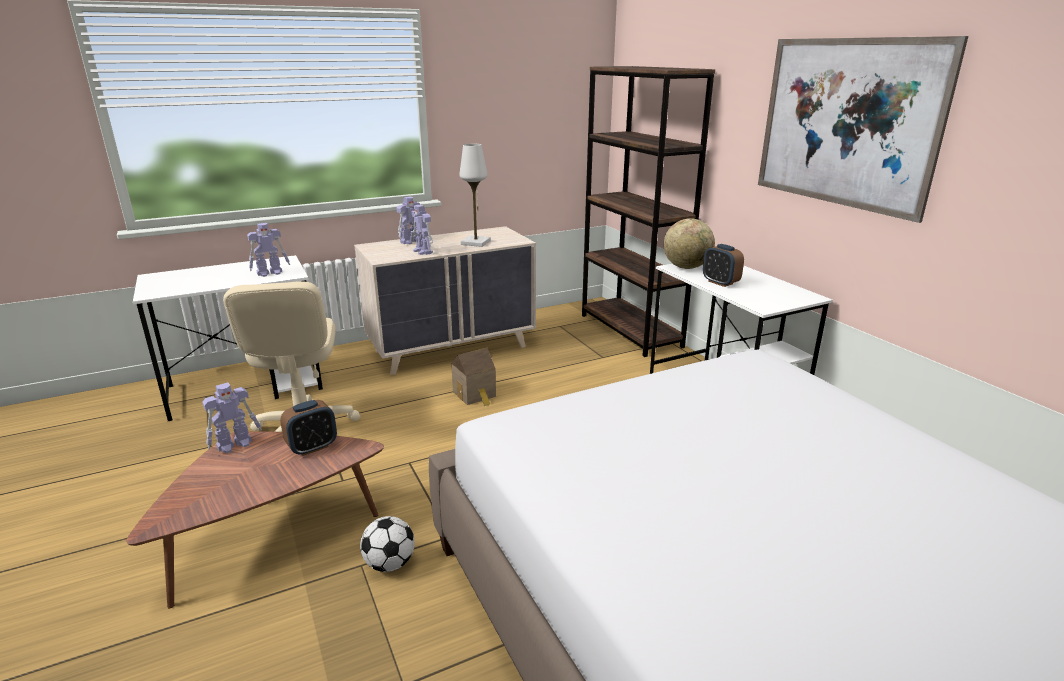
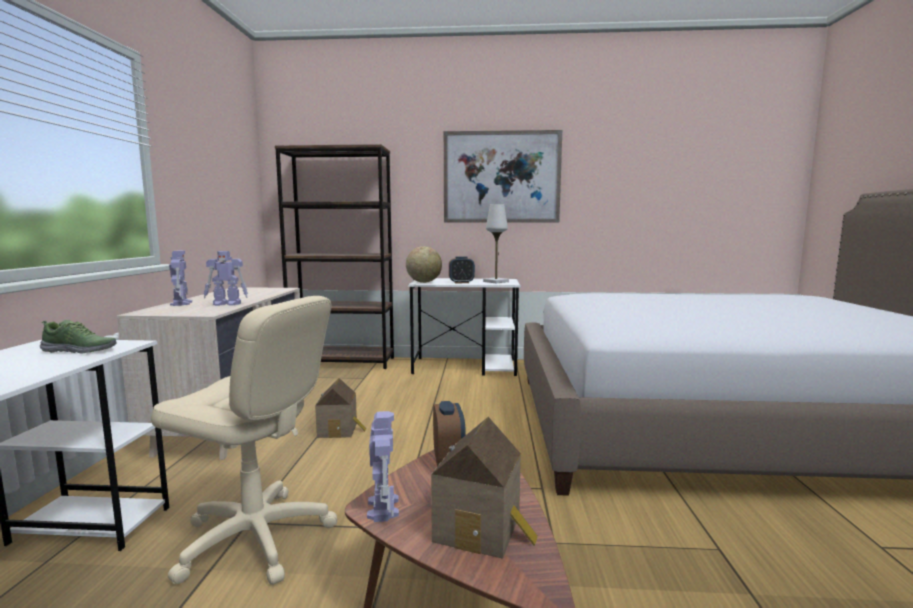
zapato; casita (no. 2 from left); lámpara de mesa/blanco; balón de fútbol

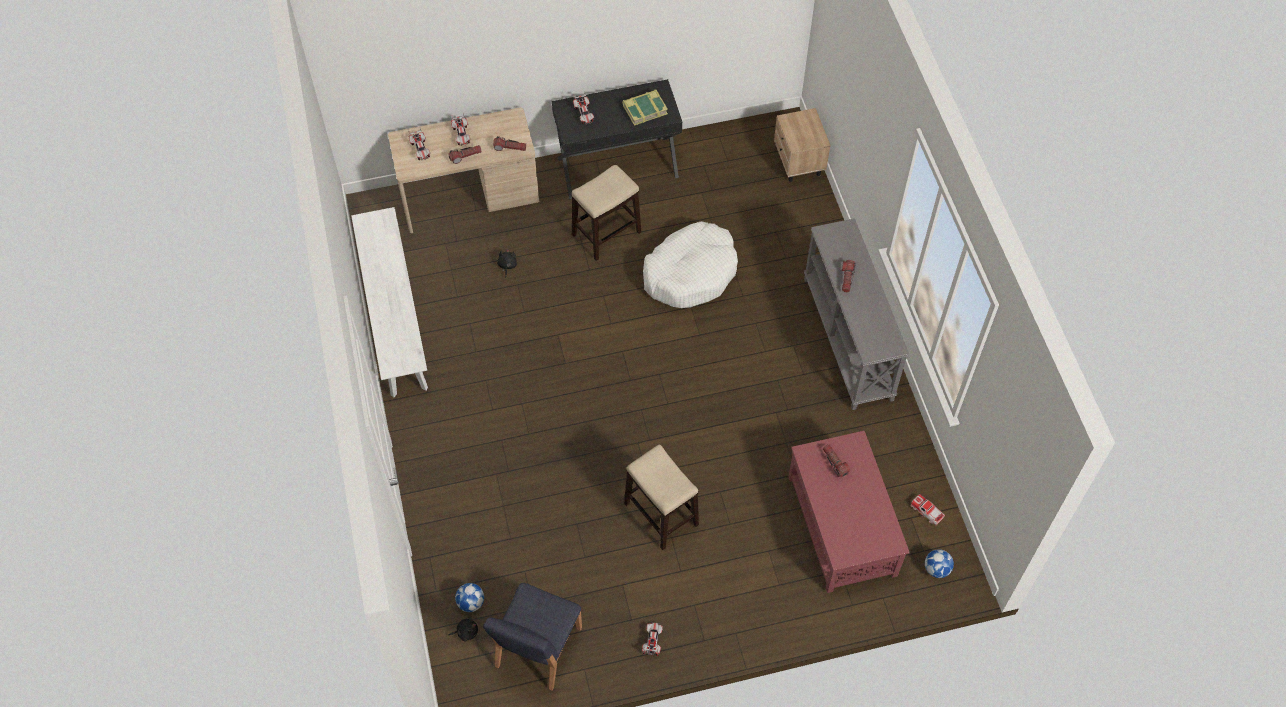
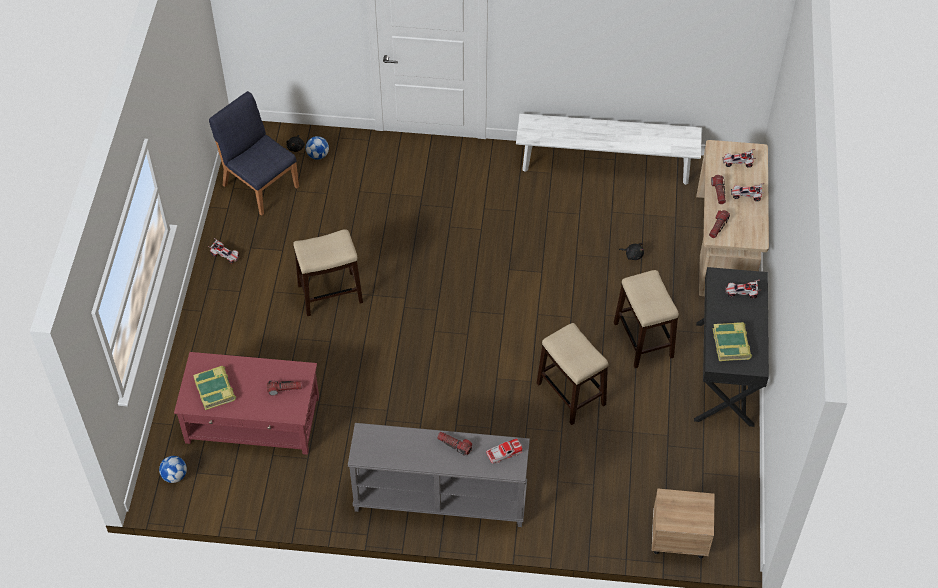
libro (no. 1 from left); coche de juguete (no. 2 from left); taburete (no. 2 from left)

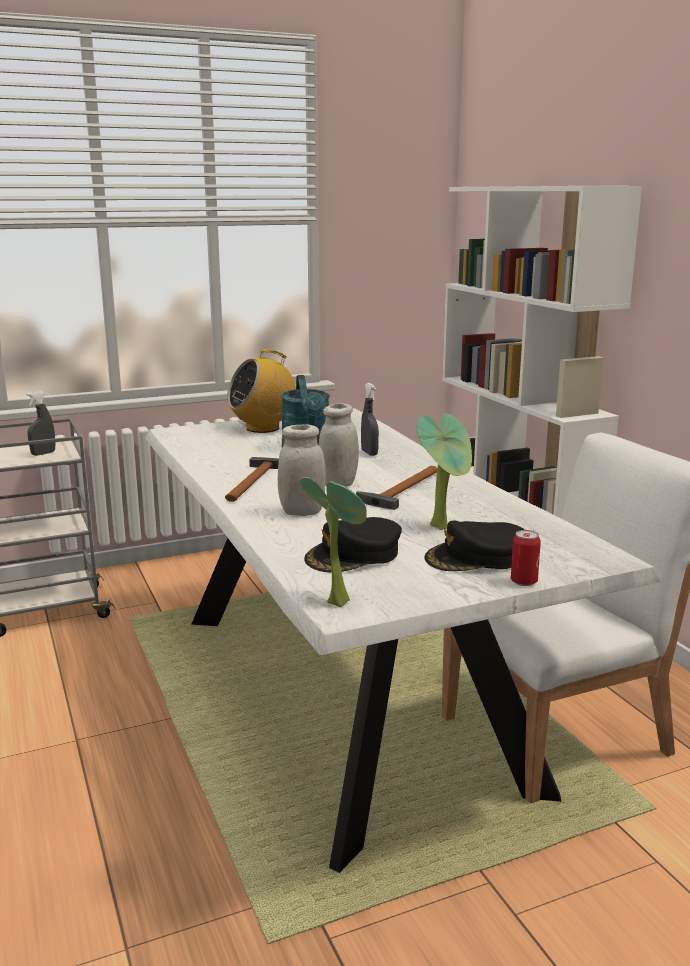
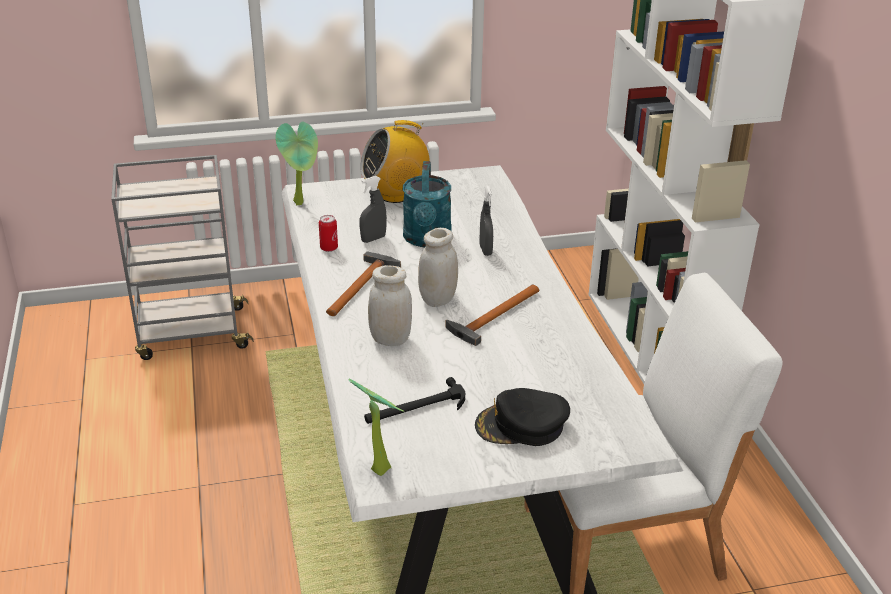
planta en maceta (no. 1 from left); lata; pulverizador/gris (no. 1 from left); martillo (no. 2 from left)

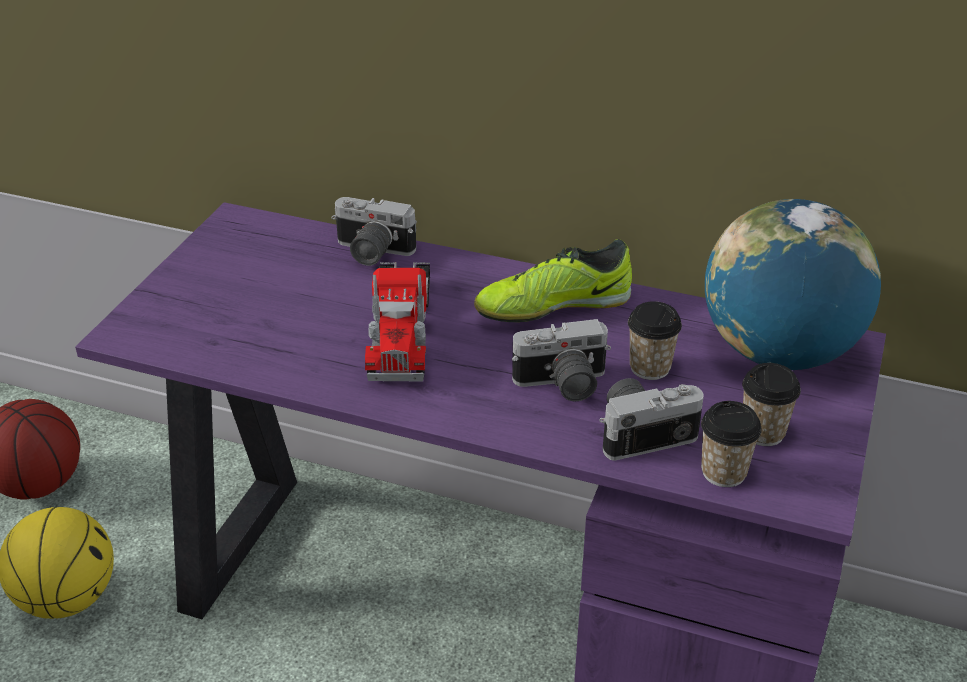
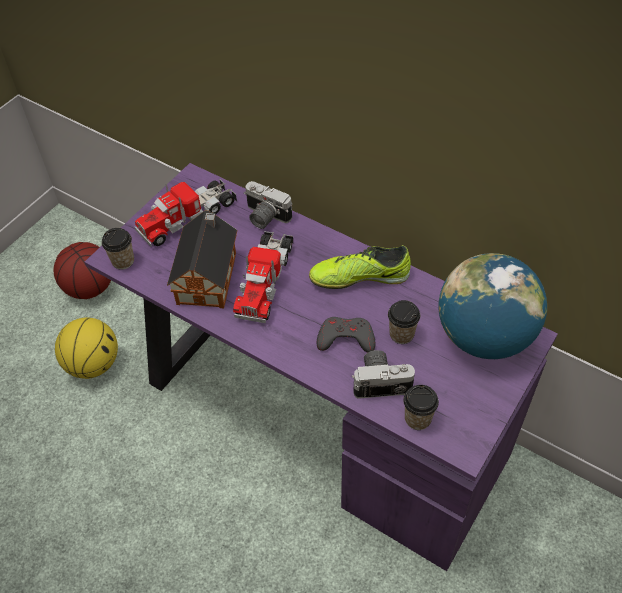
taza (no. 1 from left); camión de juguete (no. 1 from left); casita; mando de consola/gris

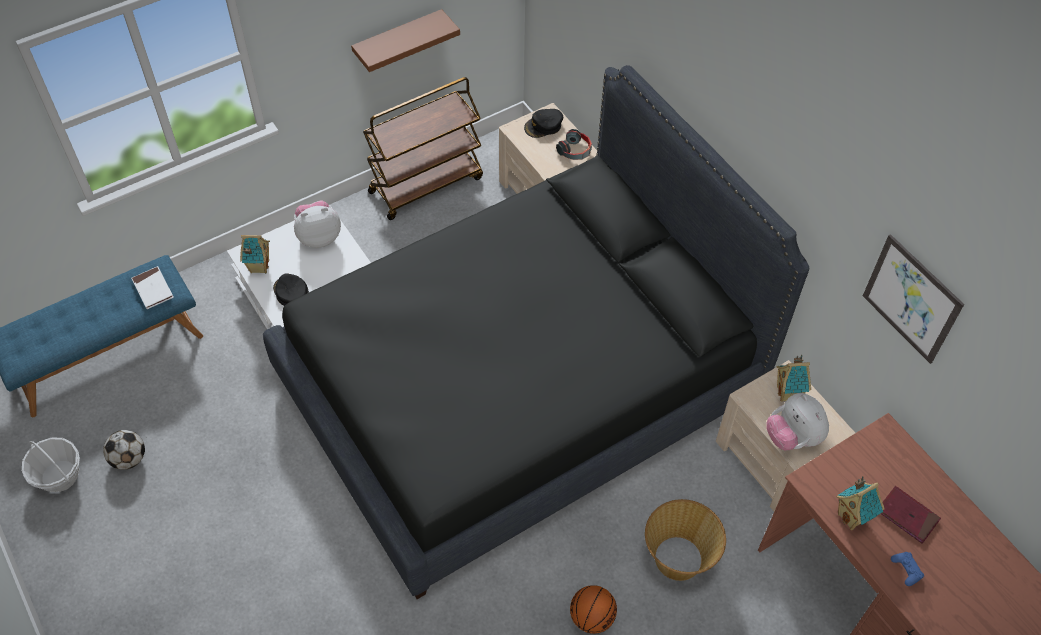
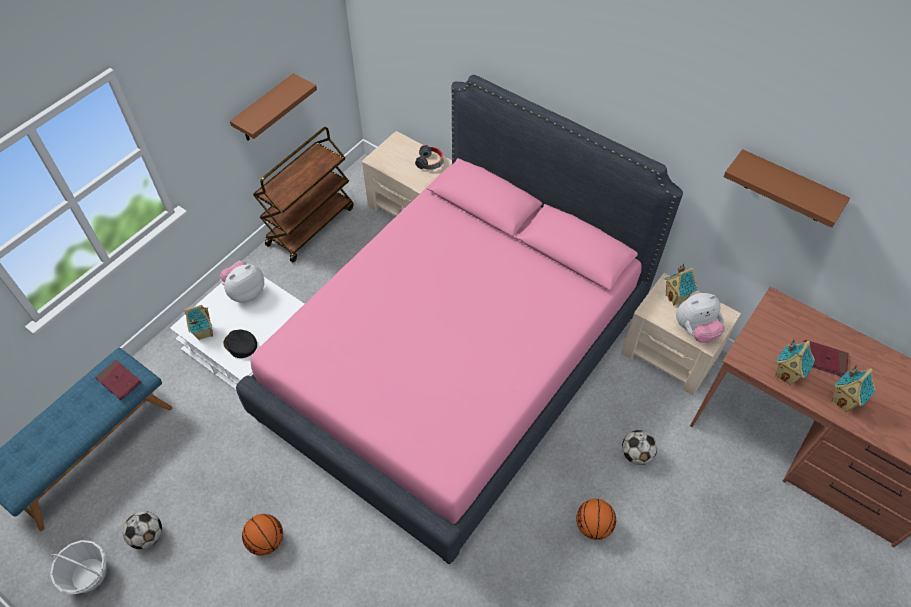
libro/rojo (no. 1 from left); cama/rosa; balón de baloncesto (no. 1 from left); balón de fútbol (no. 2 from left); peluche (no. 2 from left); estante/marrón (no. 2 from left); casita (no. 4 from left); gorra/negro (no. 2 from left in the first image)

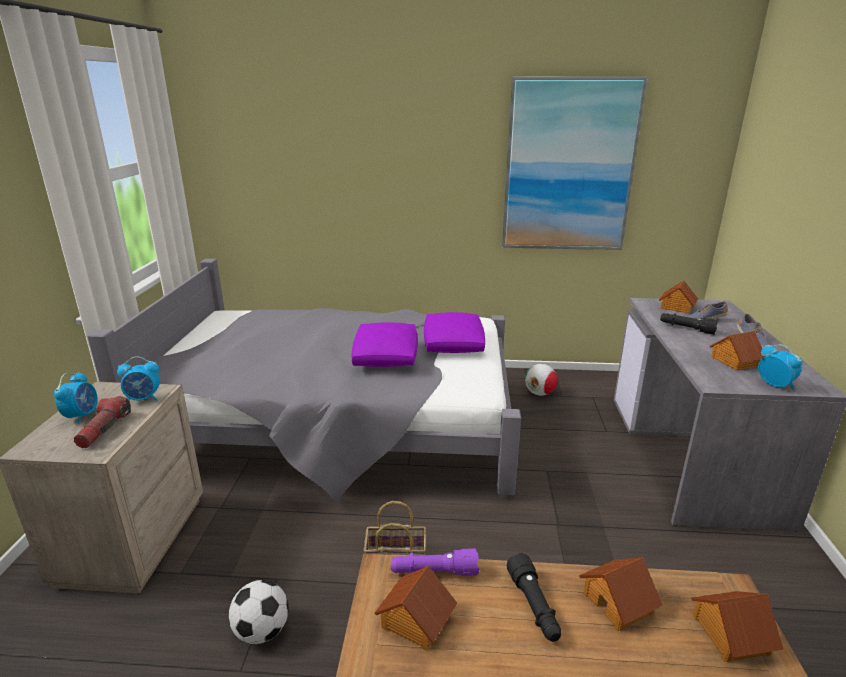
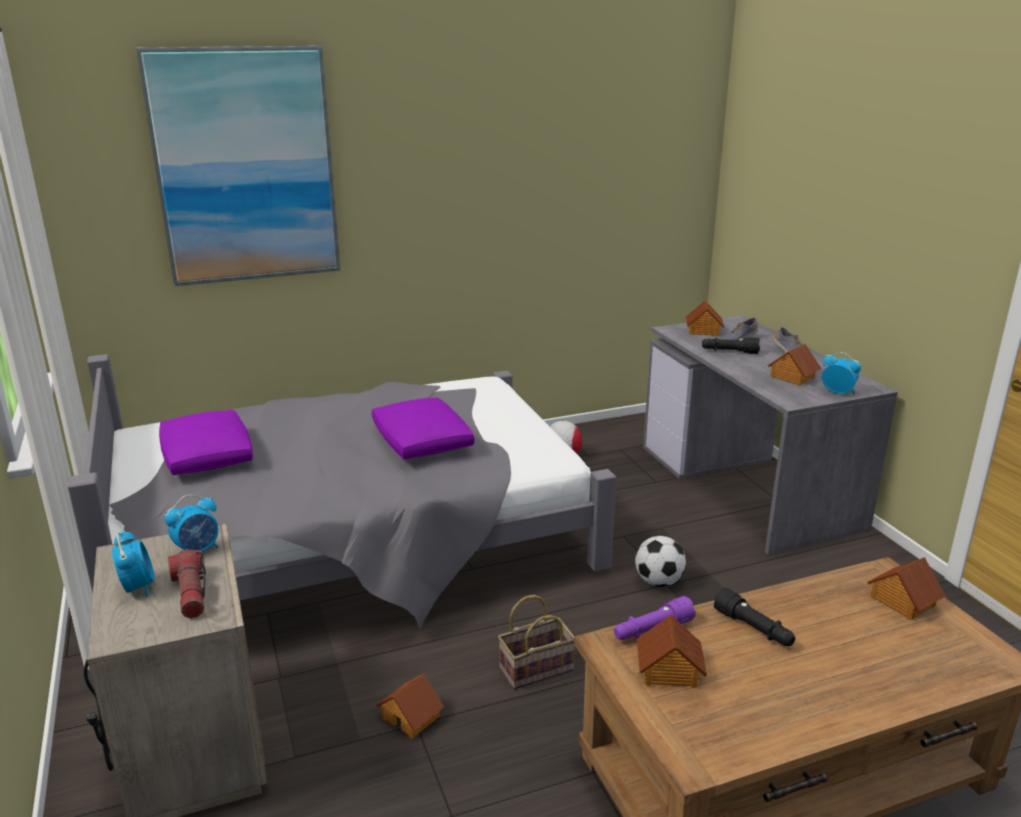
cuadro; cojín/morado (no. 1 from left); casita (no. 1 from left); balón de fútbol (no. 2 from left)

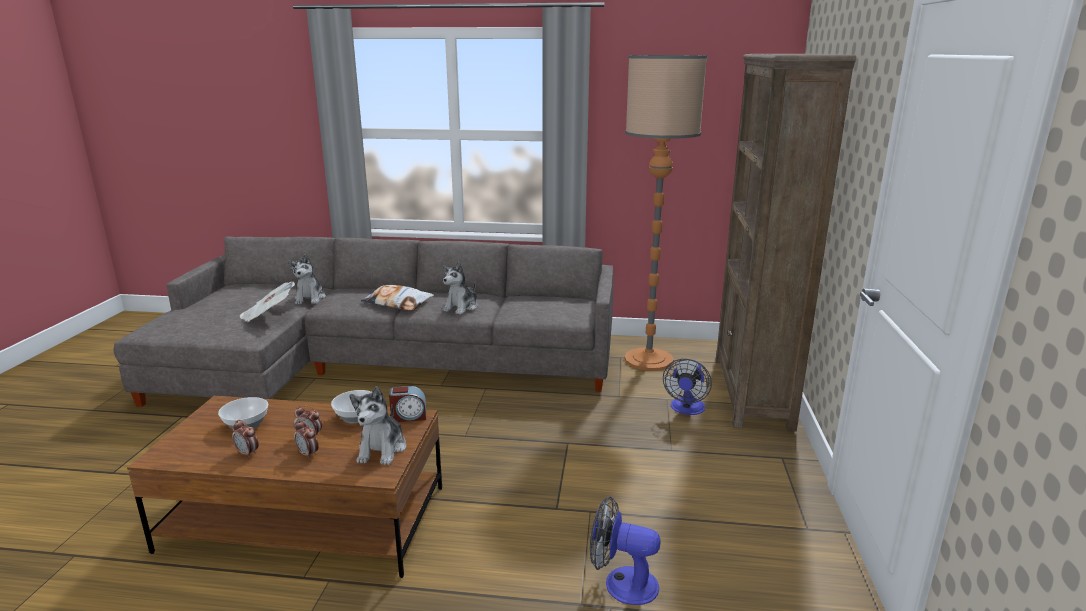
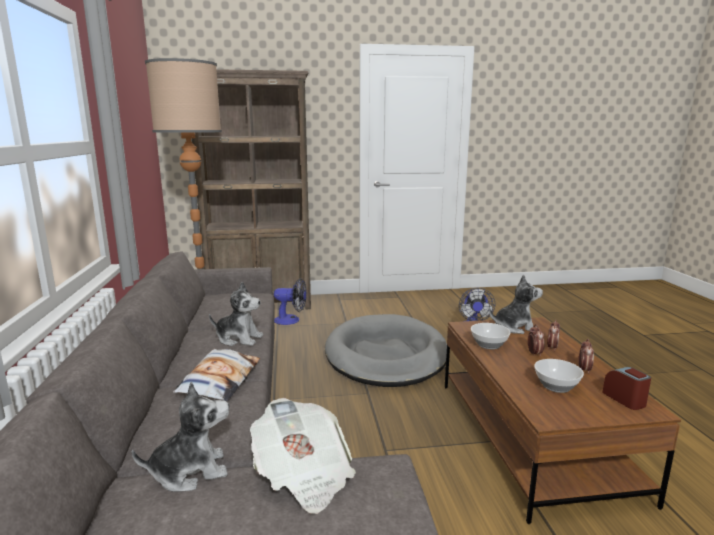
cama para perro/gris; despertador (no. 4 from left)

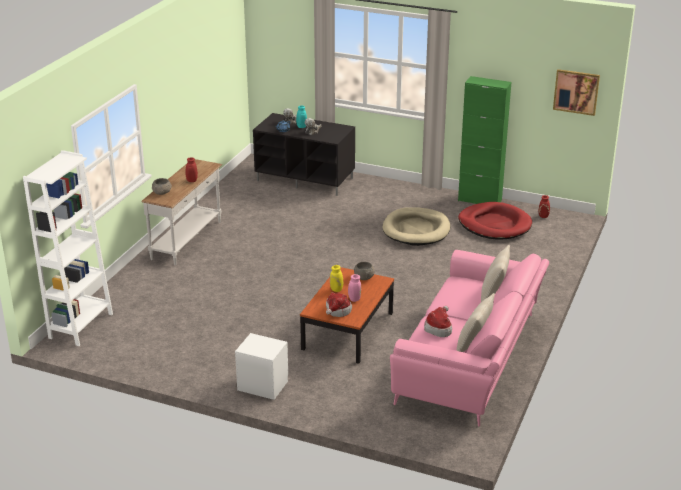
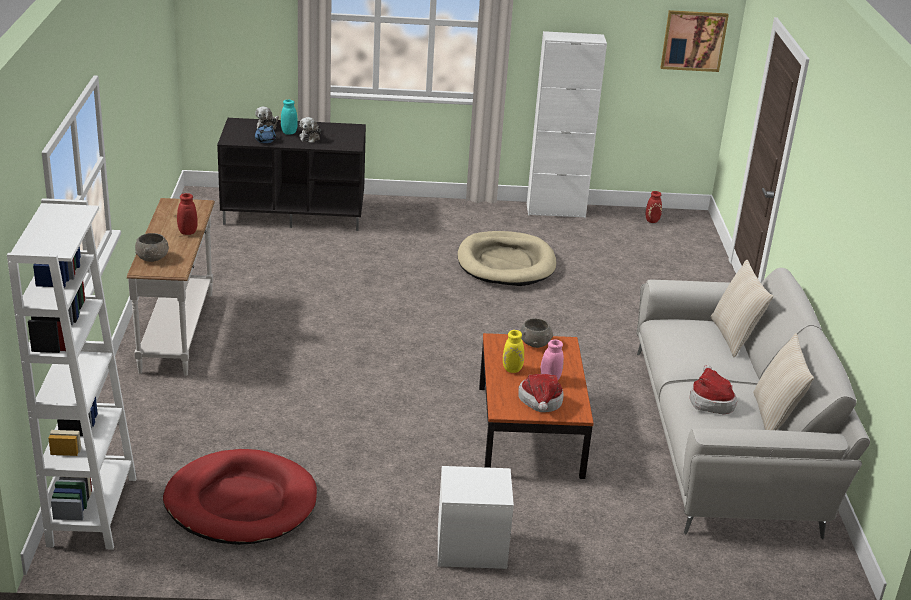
cama para perro/rojo; armario/blanco; sofá/gris

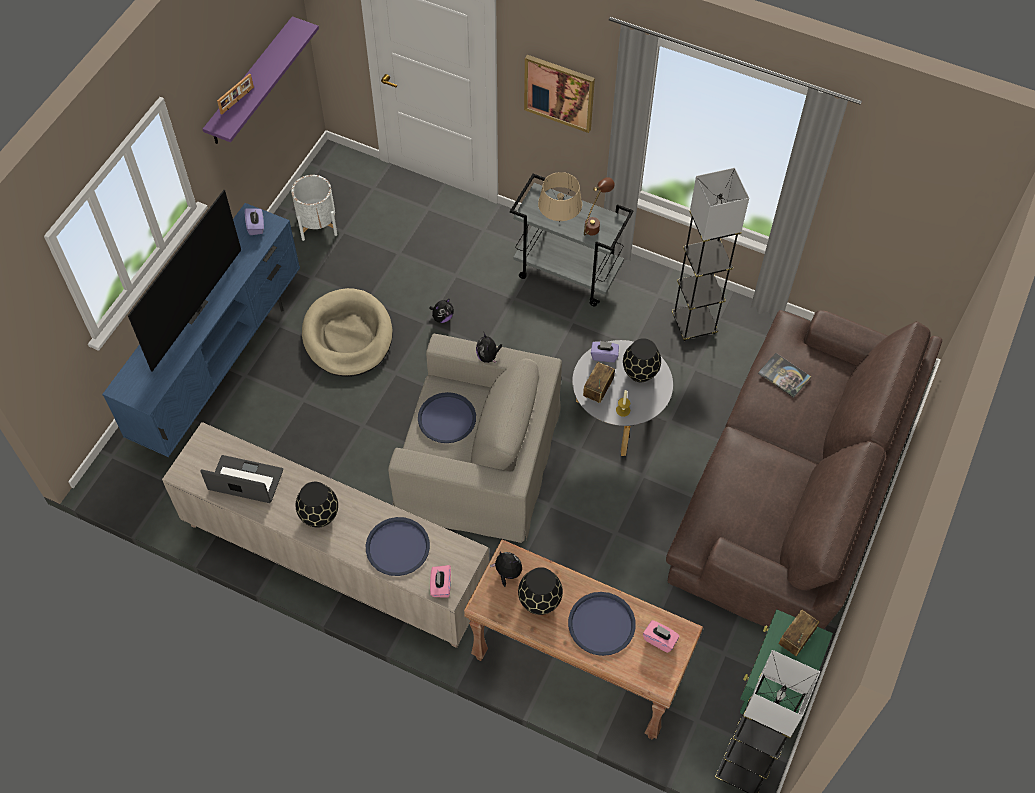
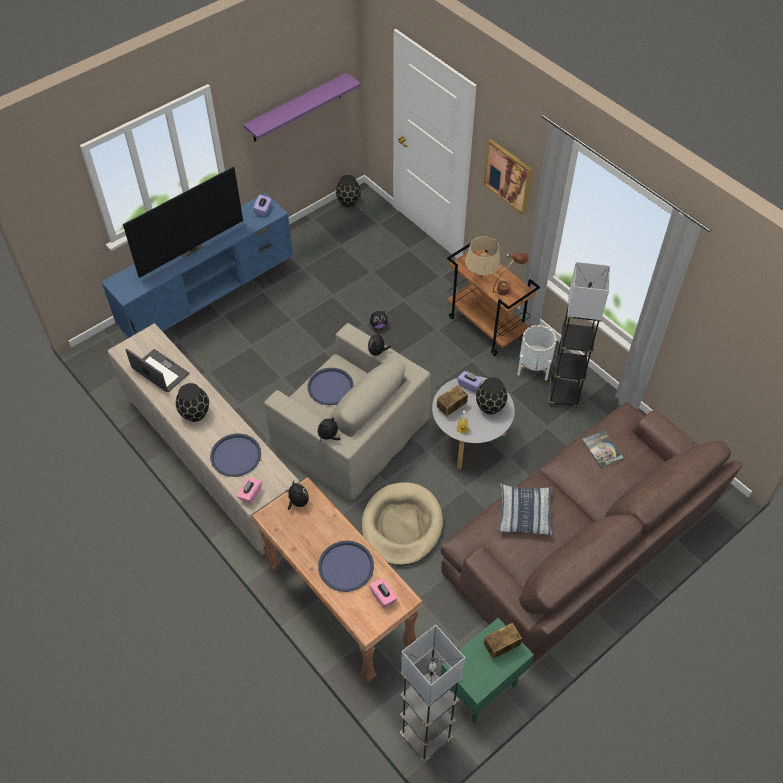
peluche (no. 2 from left); florero/negro (no. 2 from left); cama para perro/beis; carrito/marrón; cojín; maceta/blanco; portarretratos

